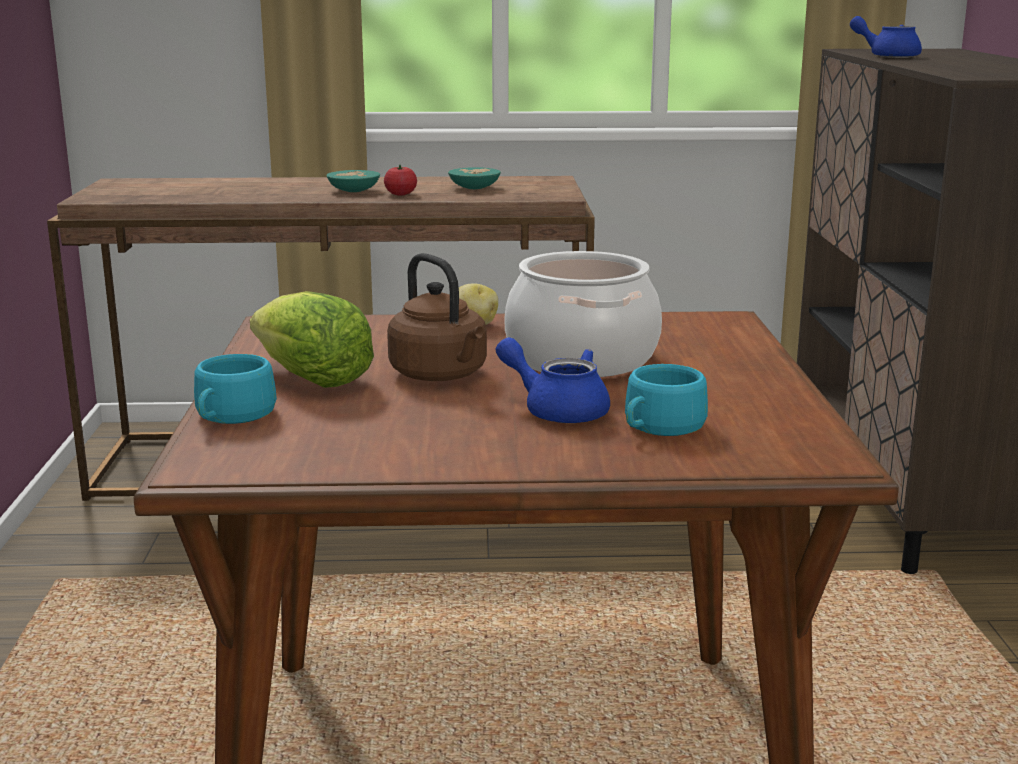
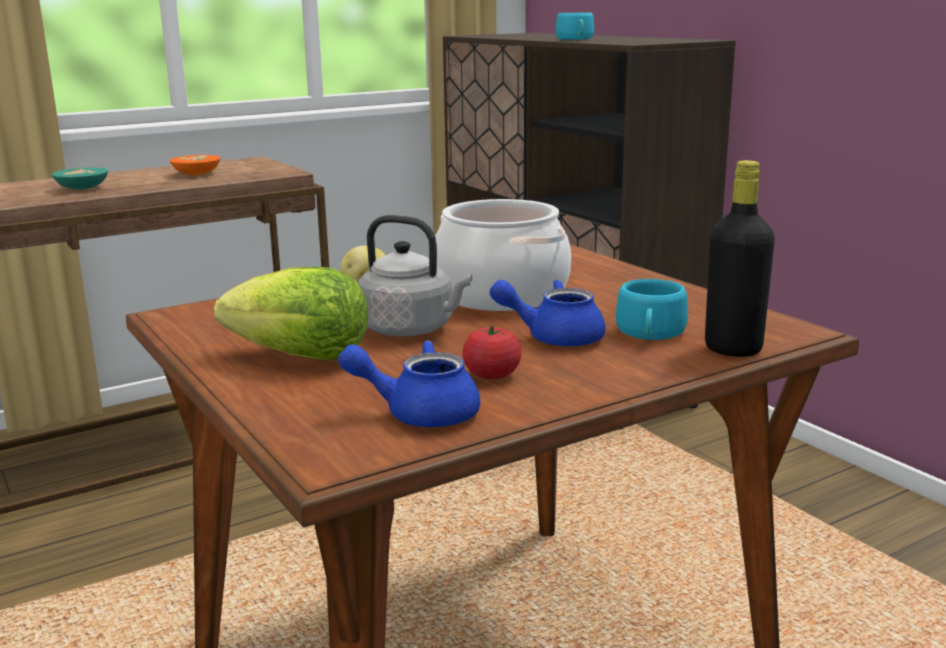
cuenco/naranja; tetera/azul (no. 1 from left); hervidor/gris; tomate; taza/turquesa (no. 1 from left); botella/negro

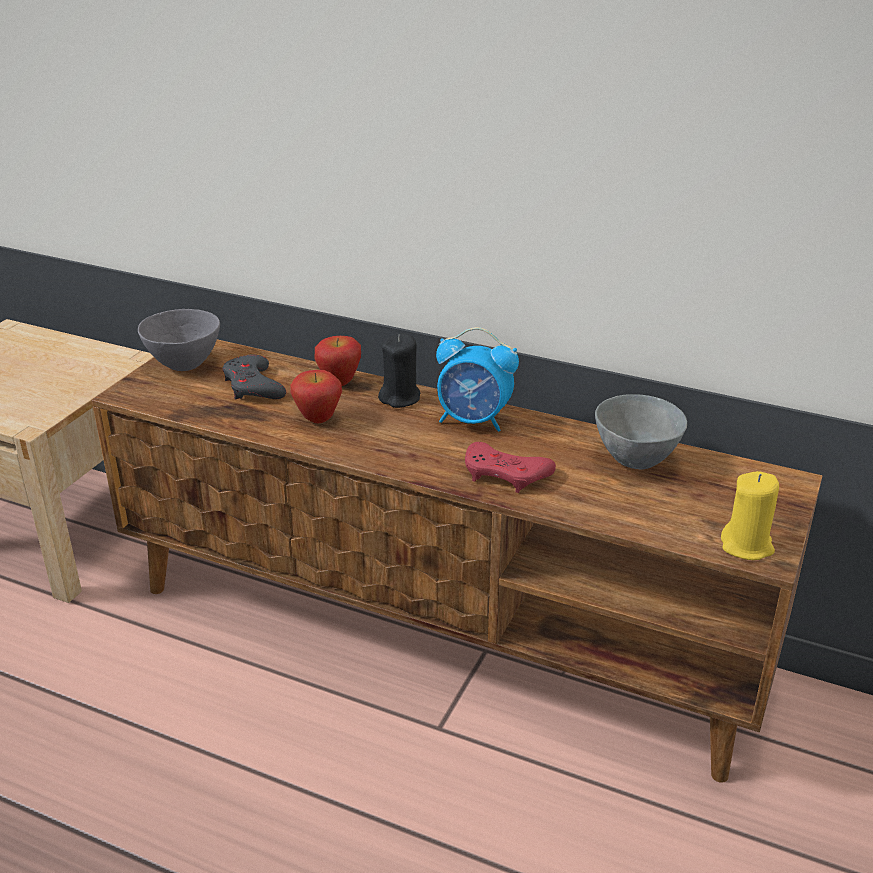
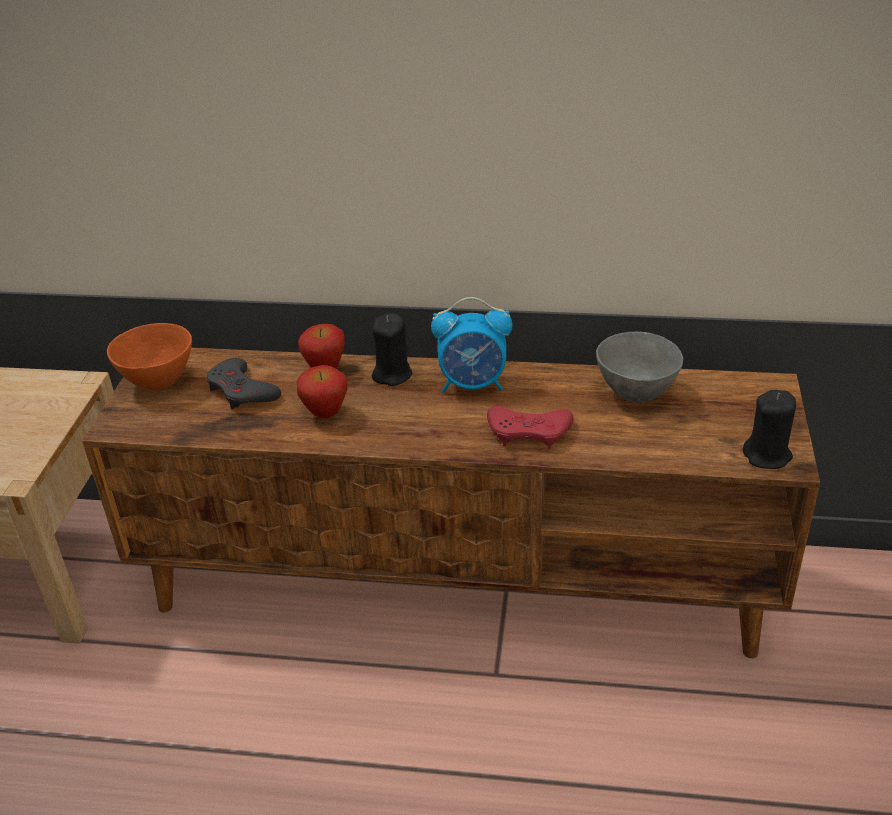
cuenco/naranja; vela/negro (no. 2 from left)

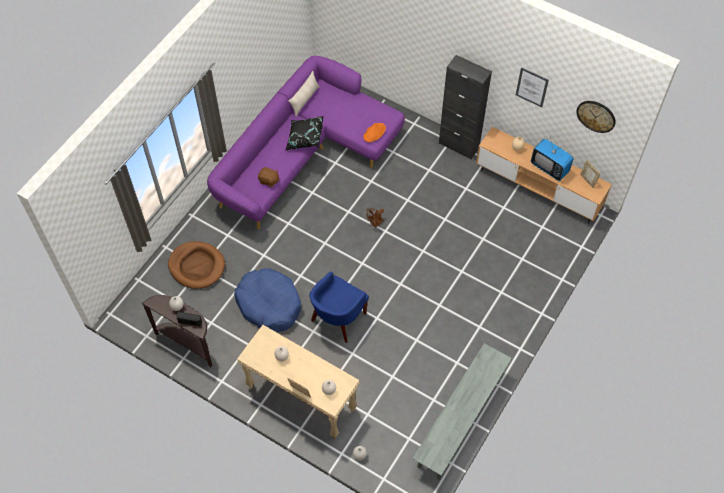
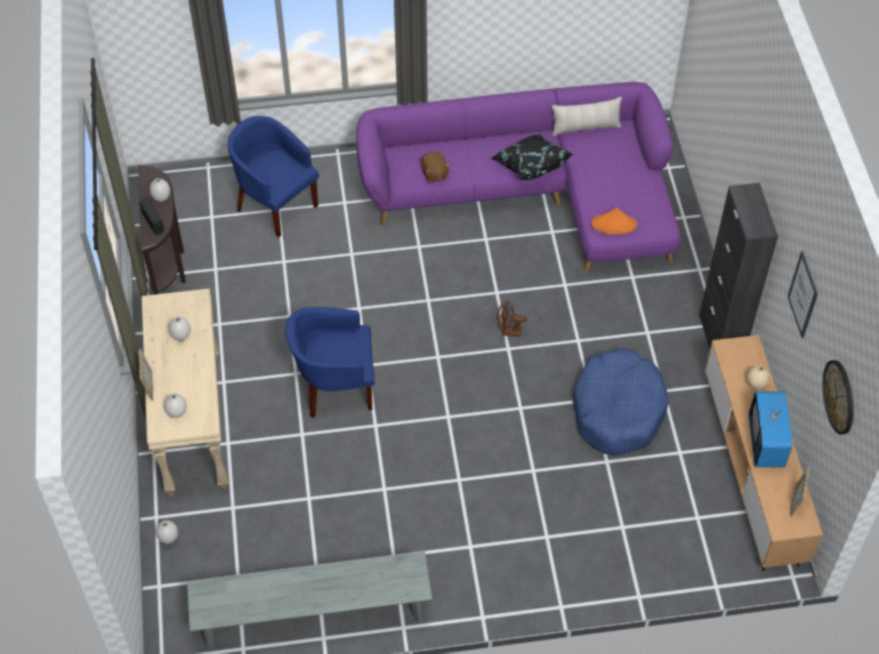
sillón/azul (no. 1 from left); cama para perro/azul

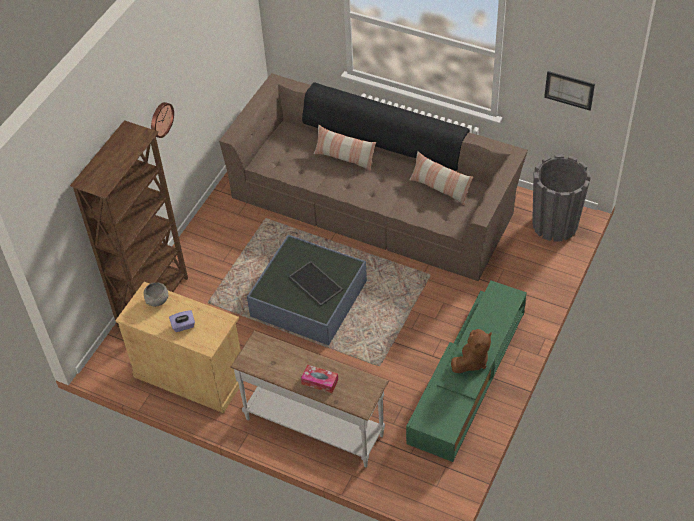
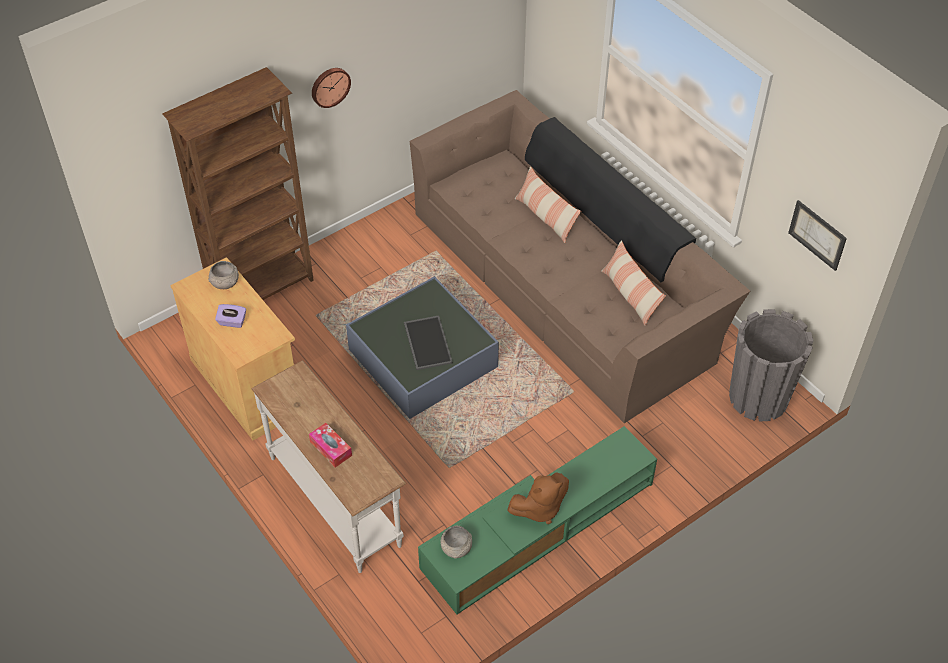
cuenco/gris (no. 2 from left)

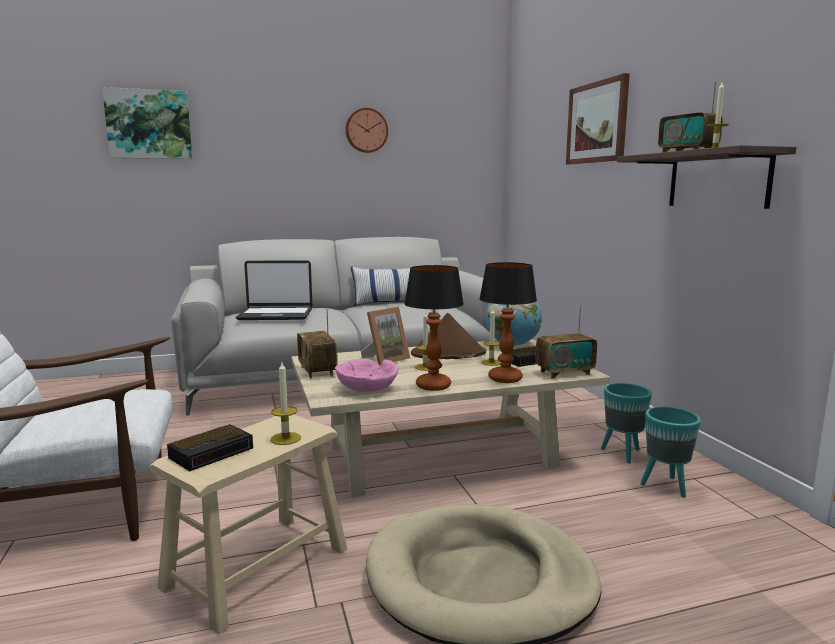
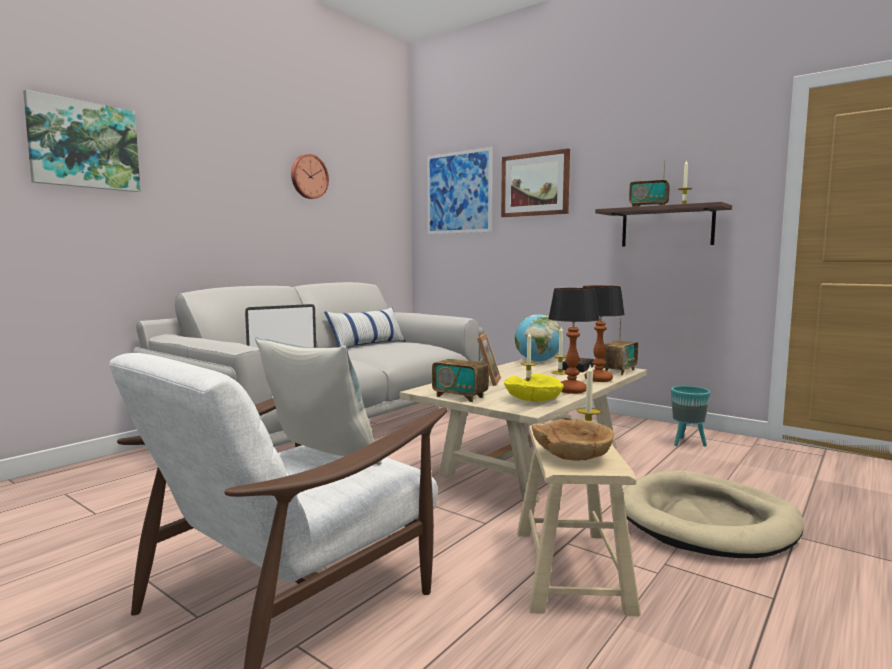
cojín (no. 1 from left); cuadro (no. 2 from left); cuenco/amarillo; cuenco/marrón; sombrero/marrón; maceta/turquesa (no. 1 from left in the first image)

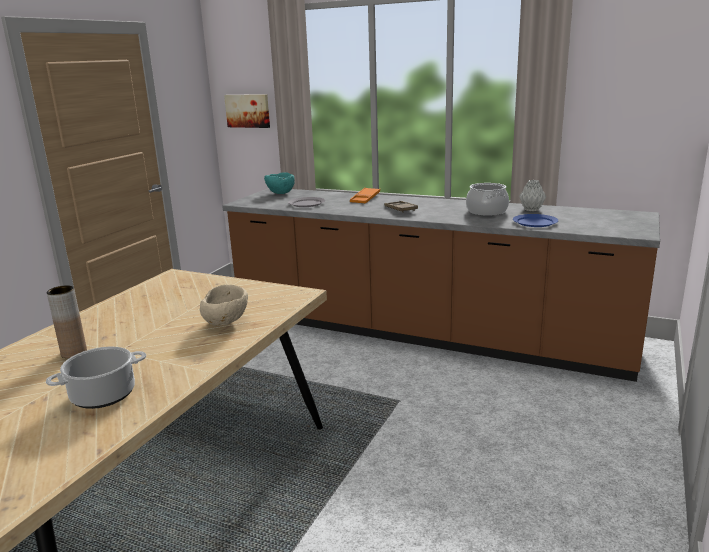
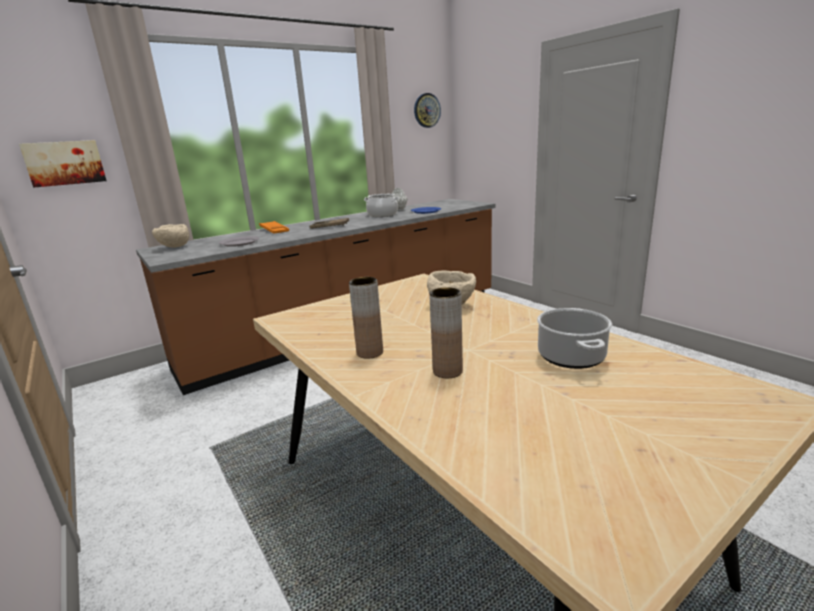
cuenco/beis (no. 1 from left); florero/marrón (no. 1 from left); reloj de pared

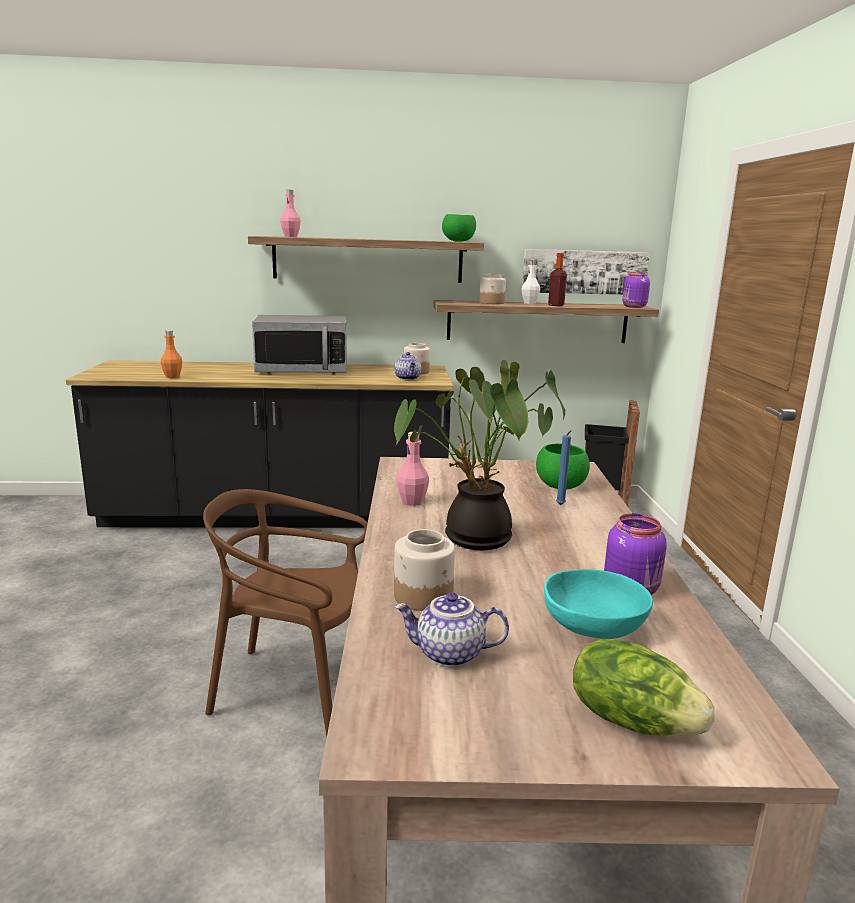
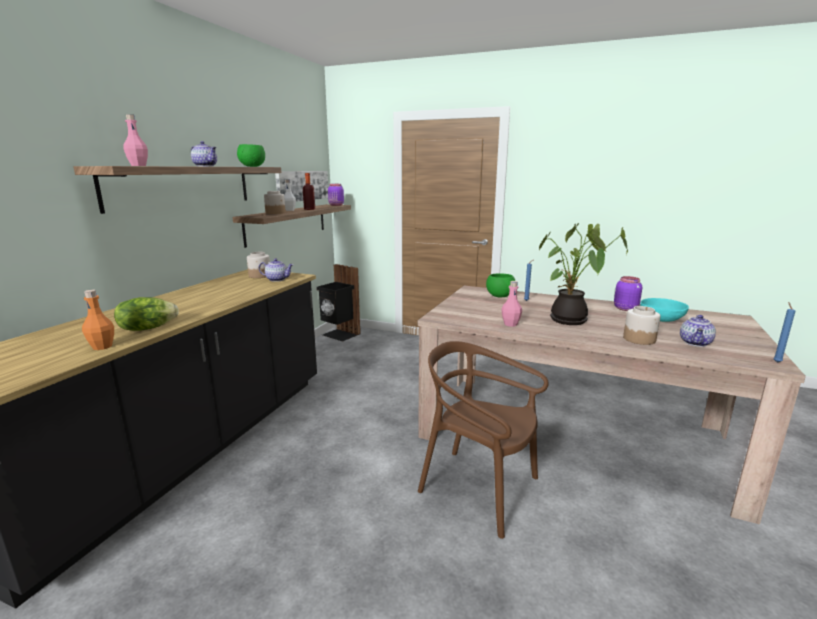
lechuga; tetera (no. 1 from left); silla/marrón; vela/azul (no. 2 from left); microondas

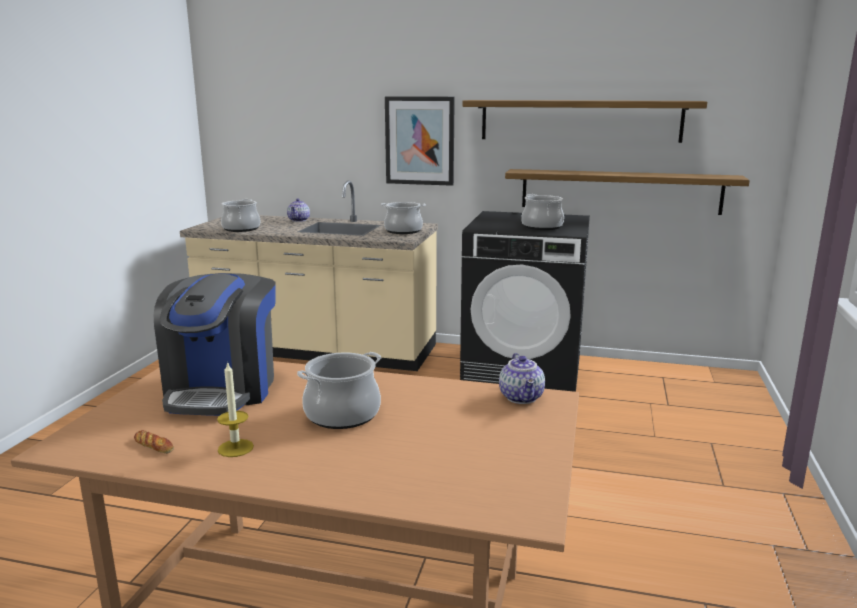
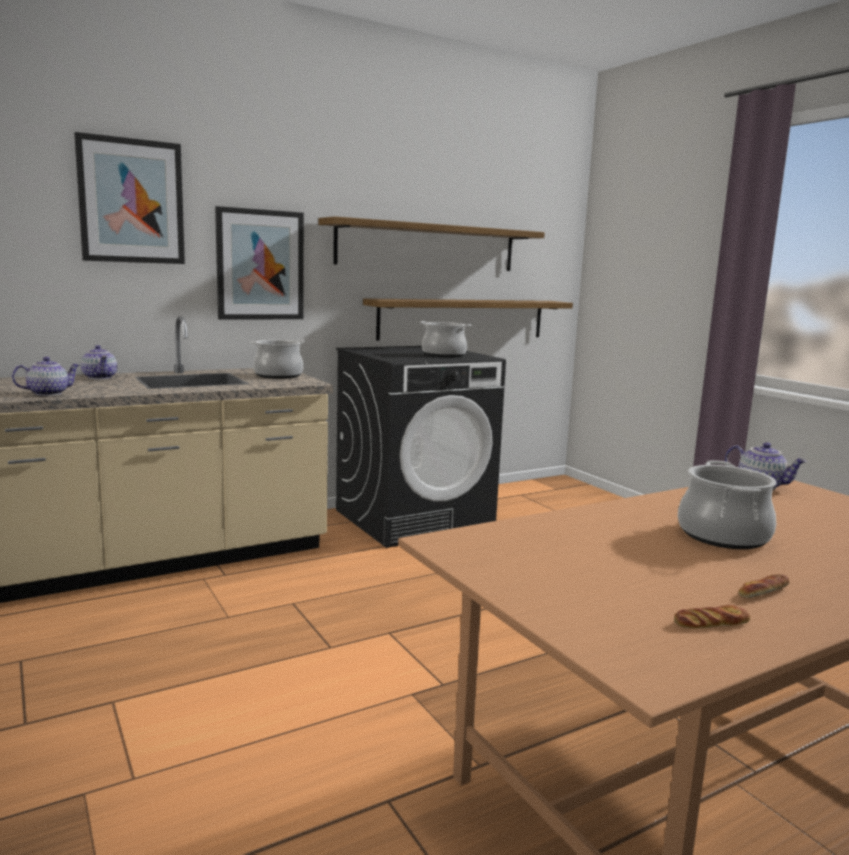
tetera (no. 1 from left); cuadro (no. 1 from left); pan (no. 2 from left); cafetera

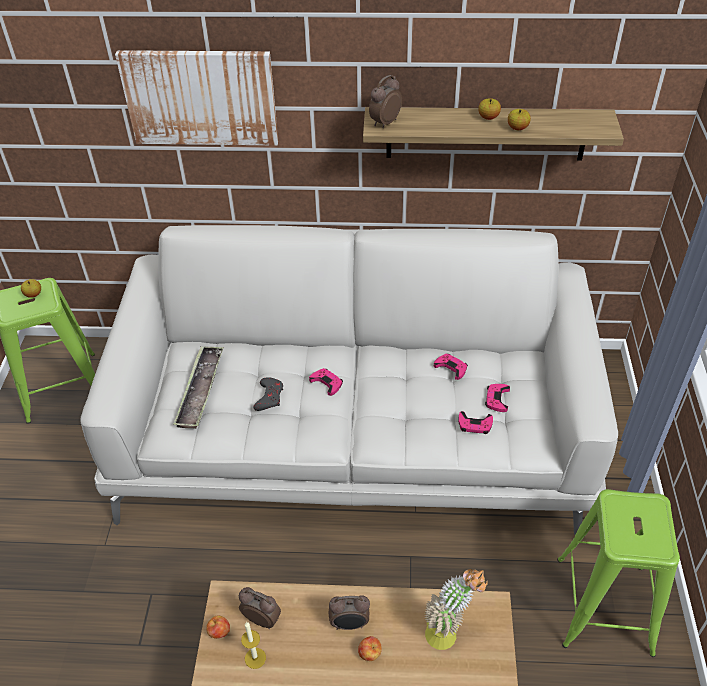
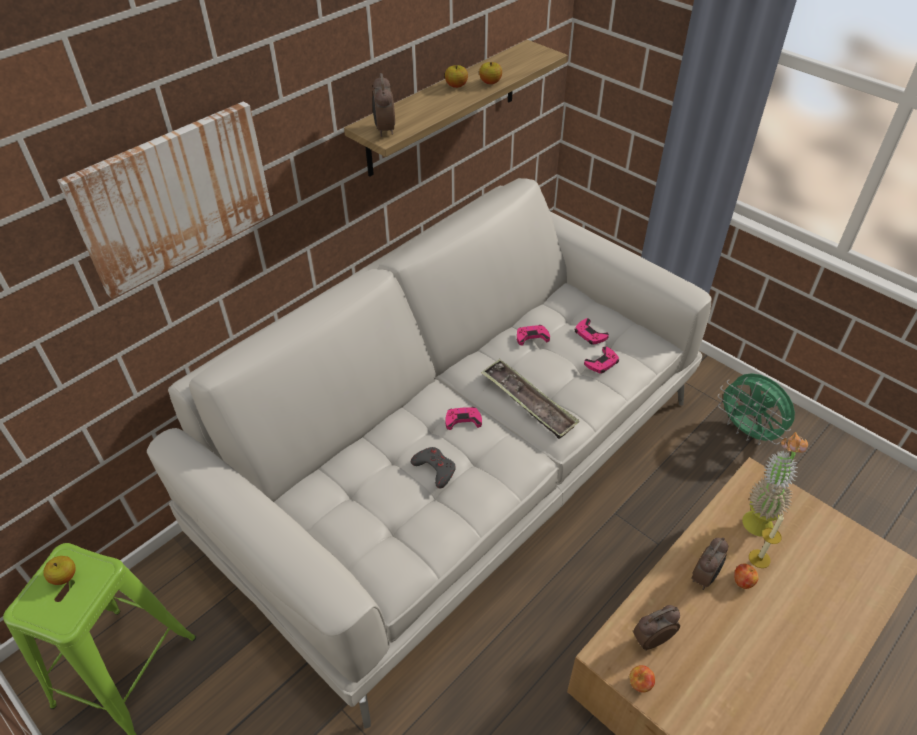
bandeja; ventilador/verde; vela

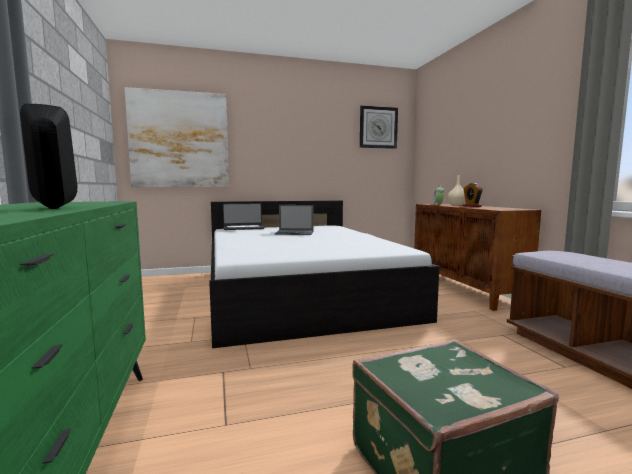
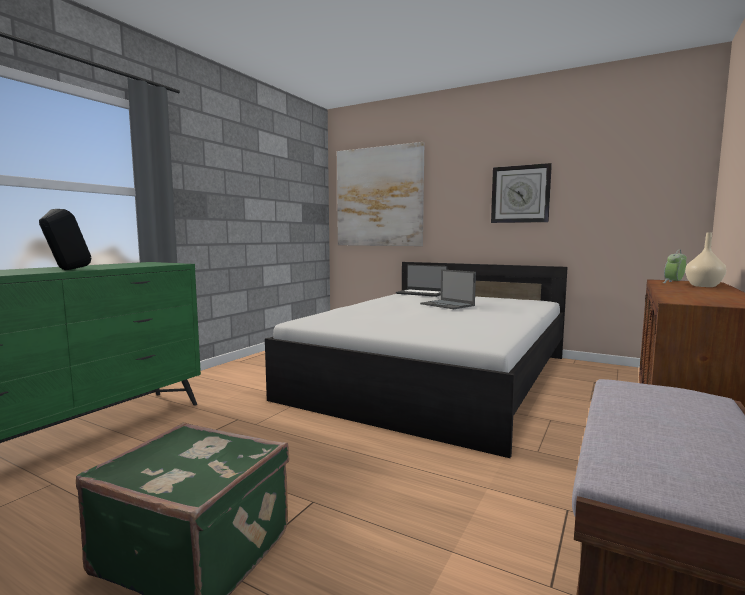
reloj de pared; despertador (no. 2 from left in the first image)

